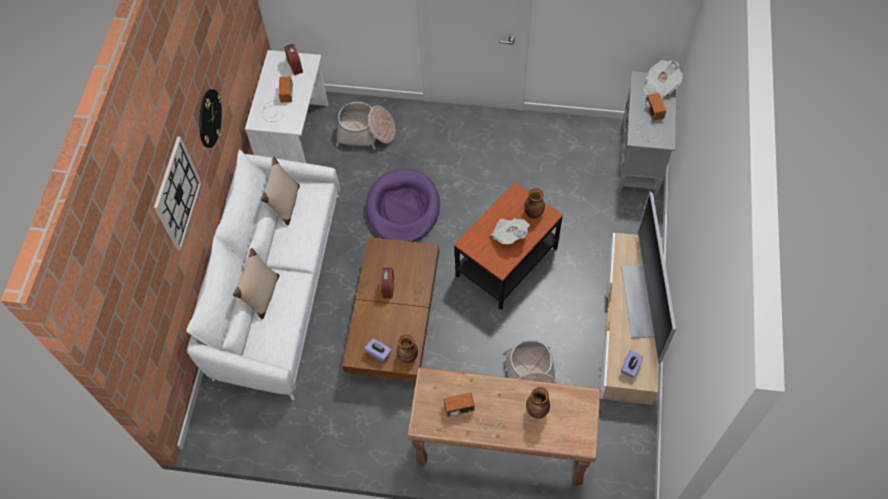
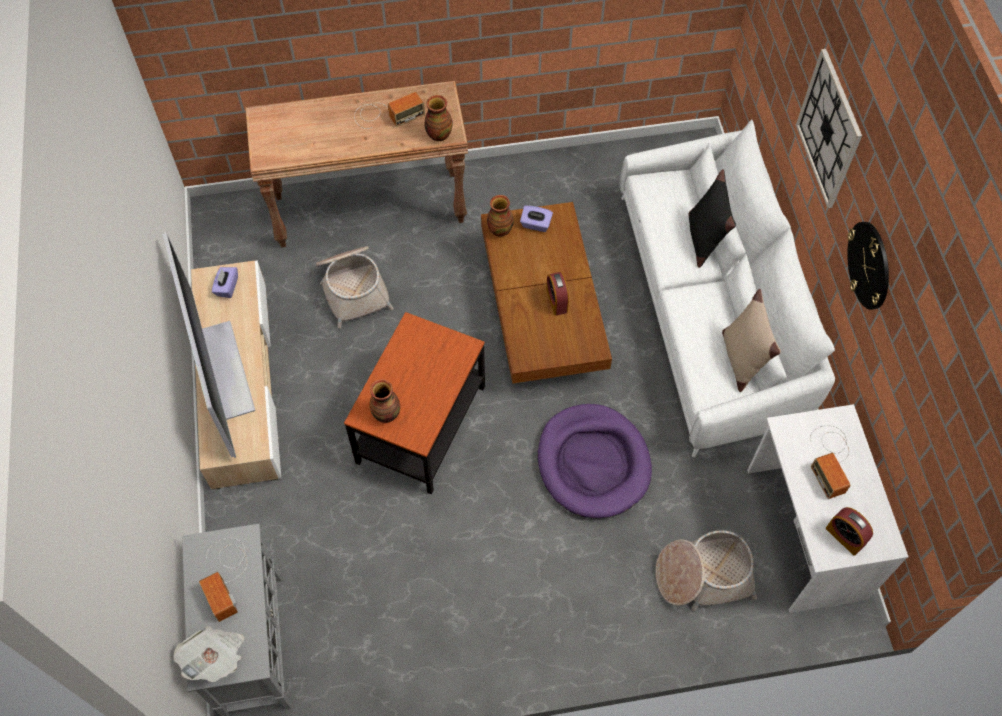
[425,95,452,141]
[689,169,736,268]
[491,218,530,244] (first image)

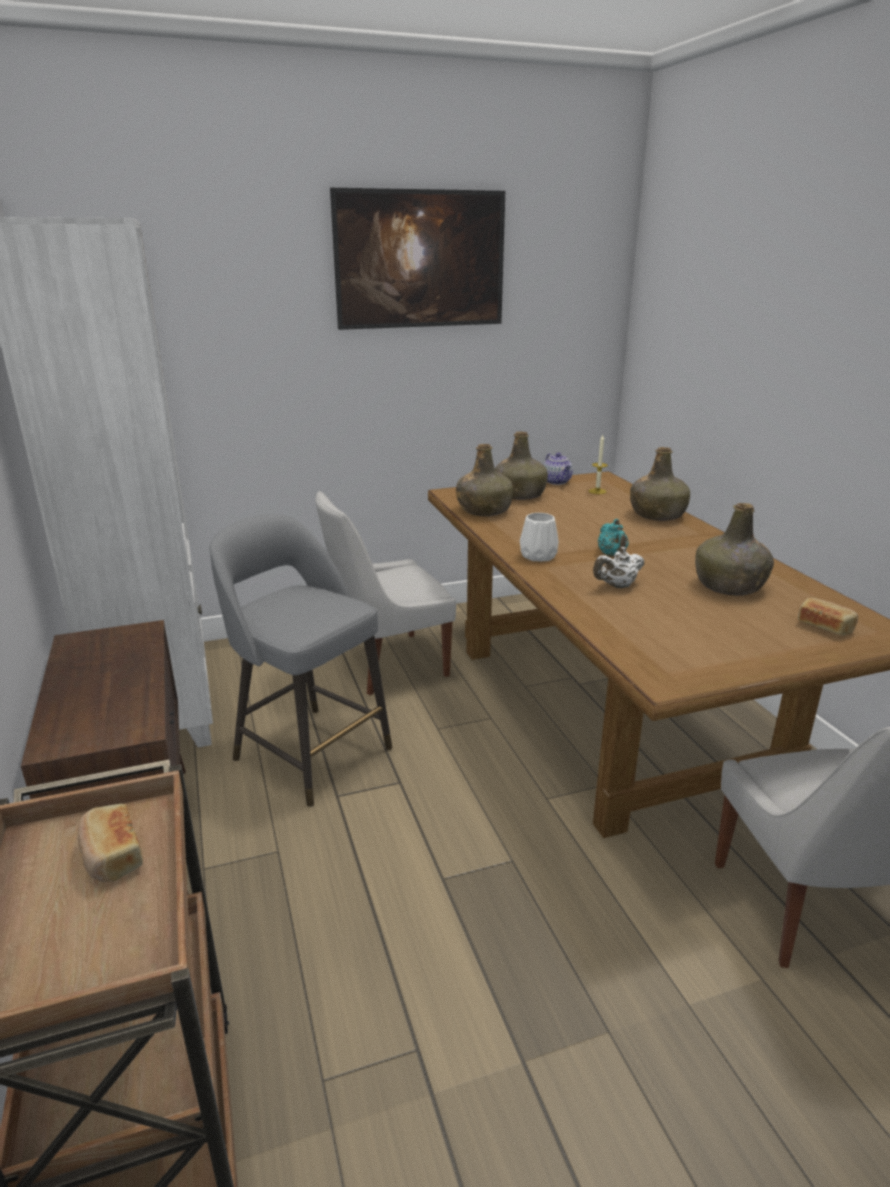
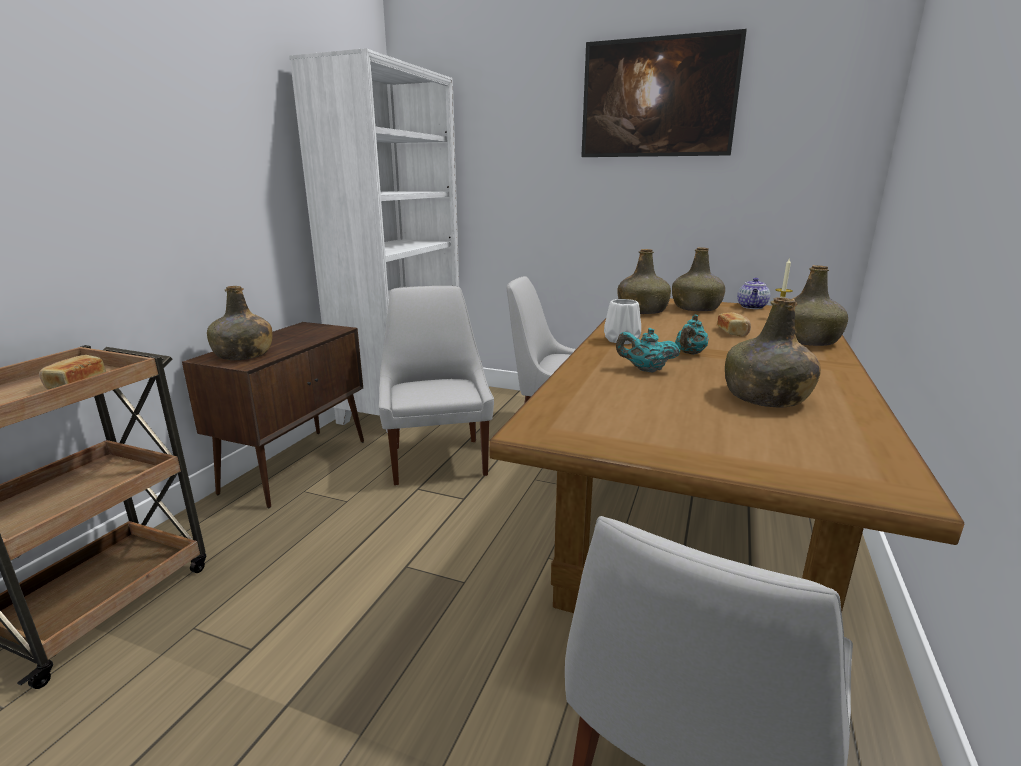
[207,286,272,360]
[379,286,494,485]
[616,328,680,373]
[717,312,751,337]

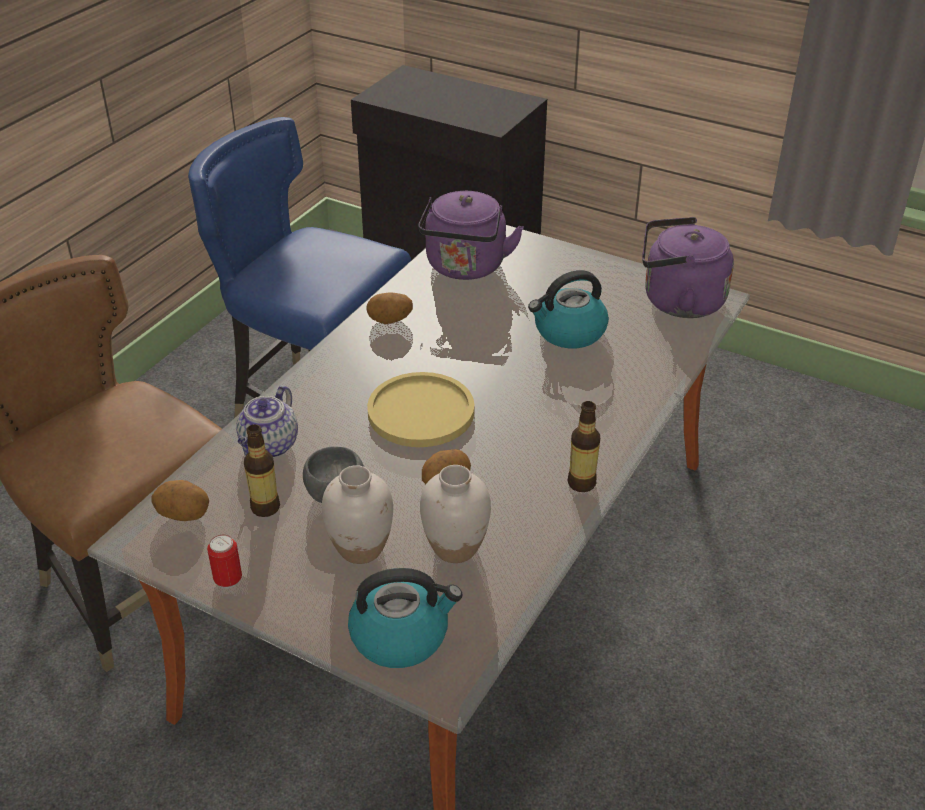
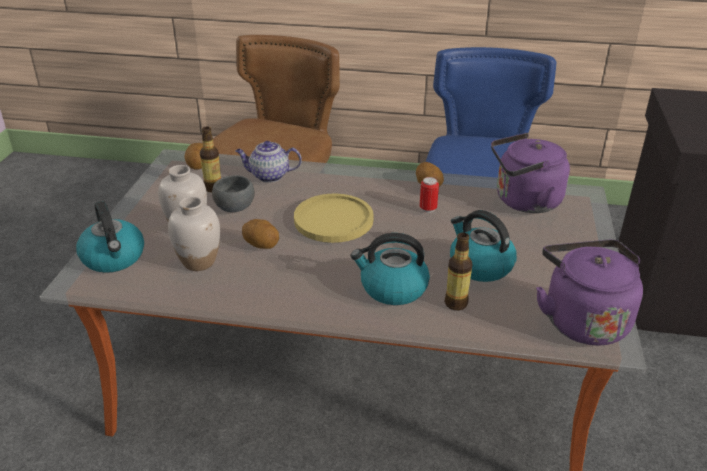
[351,233,430,305]
[420,177,439,213]
[445,232,472,310]

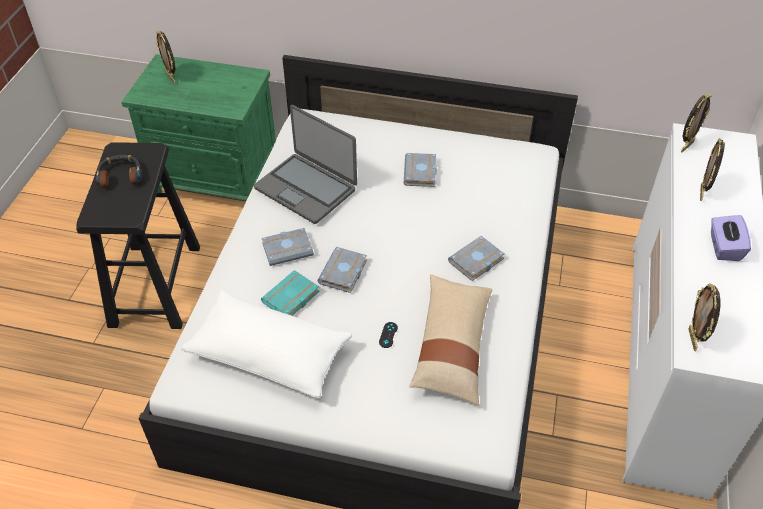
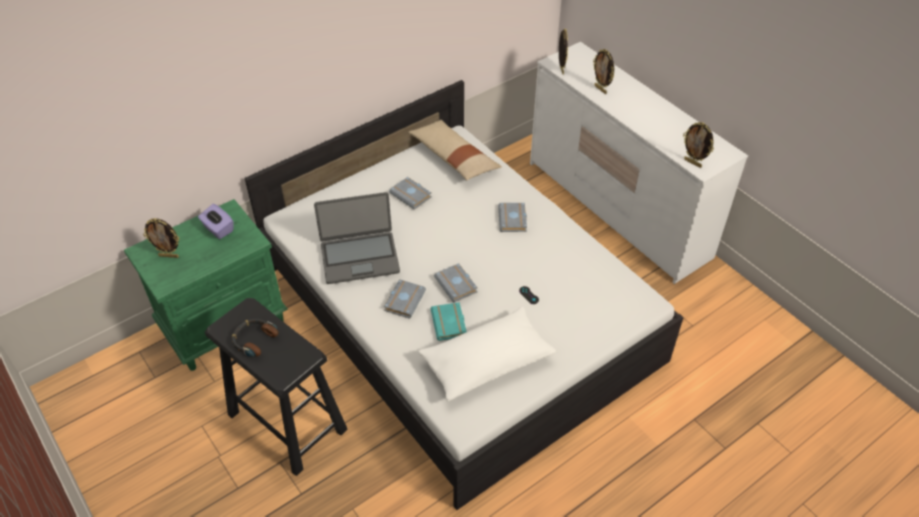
[198,204,234,239]
[408,120,502,181]

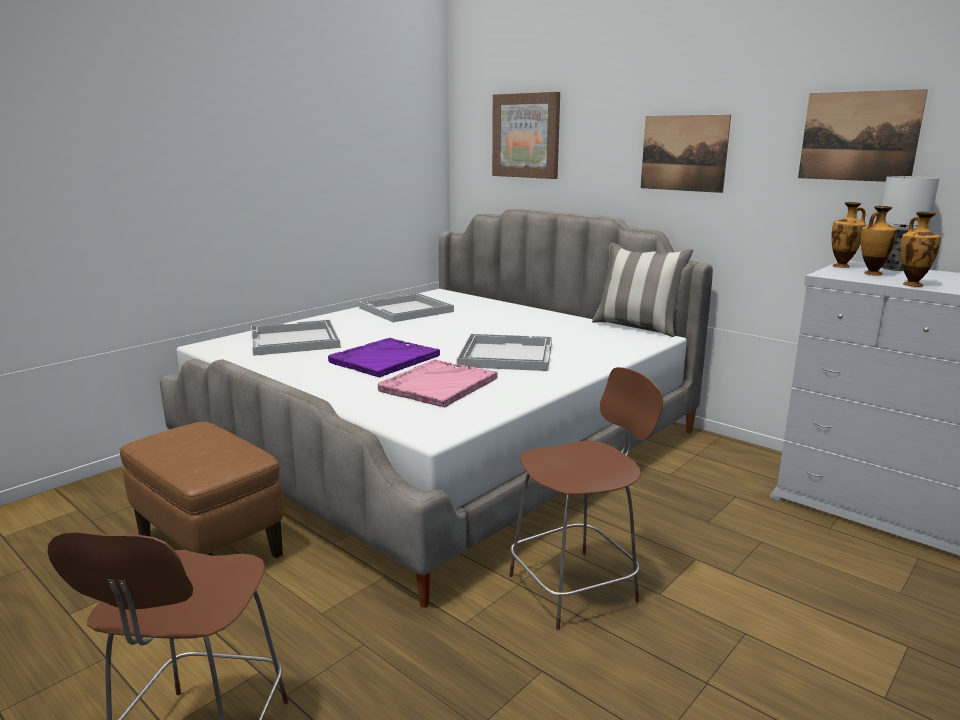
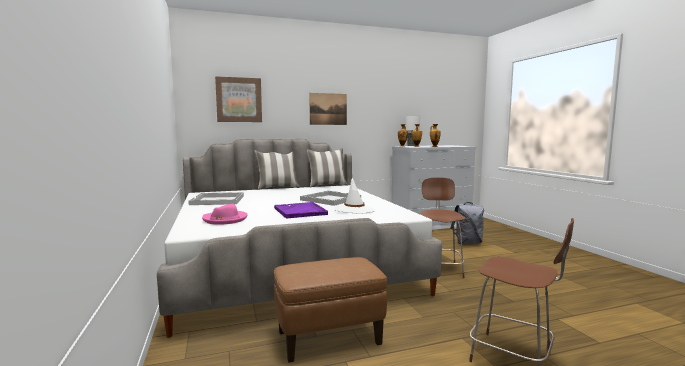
[202,204,247,225]
[254,150,300,190]
[334,178,375,213]
[450,202,484,244]
[798,89,928,182] (first image)

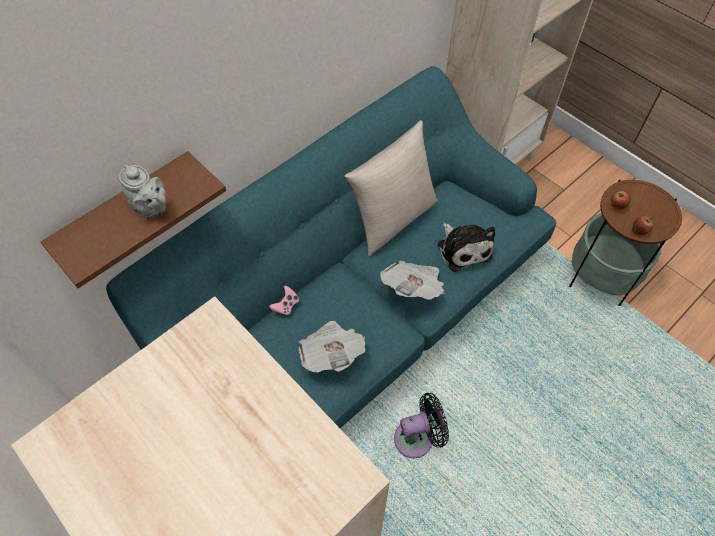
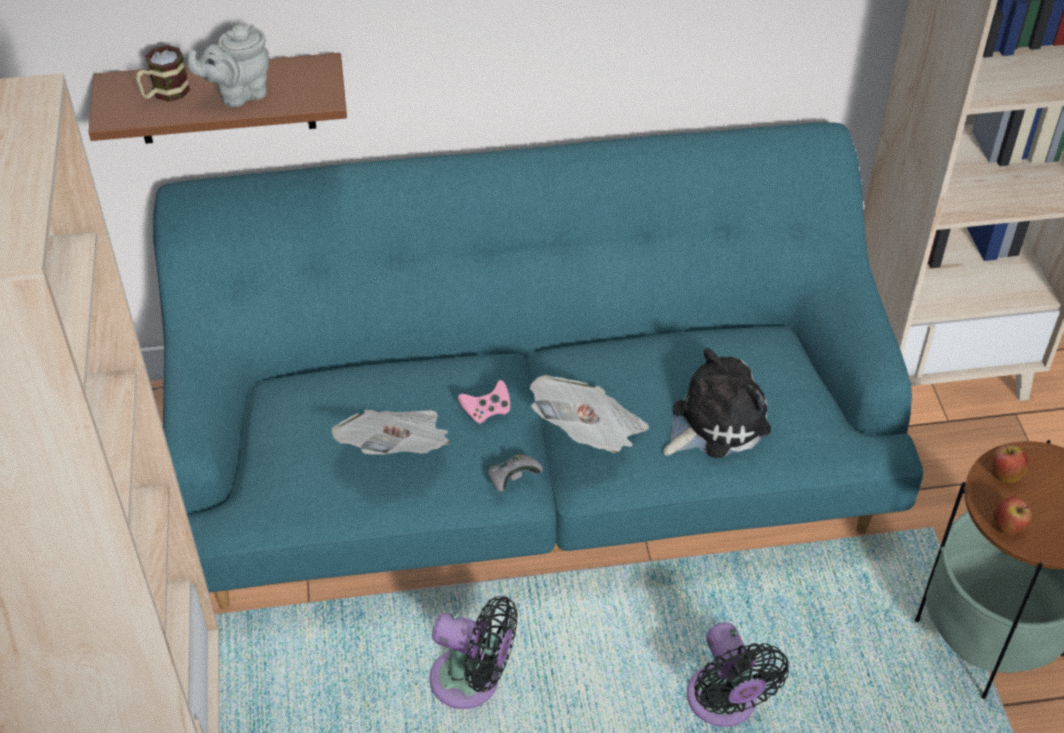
[136,45,190,102]
[188,24,269,107]
[458,380,510,424]
[488,454,543,492]
[663,348,771,458]
[687,622,789,727]
[345,120,438,256] (first image)

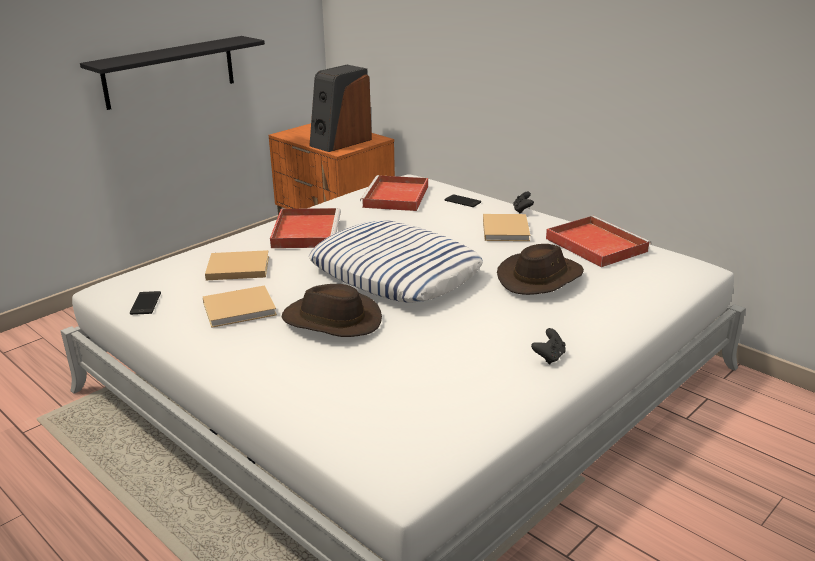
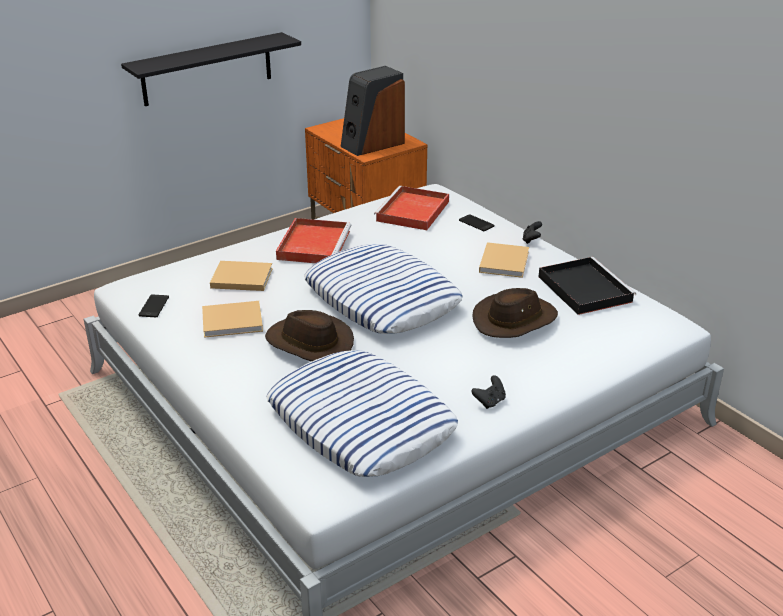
[266,350,458,477]
[539,257,636,315]

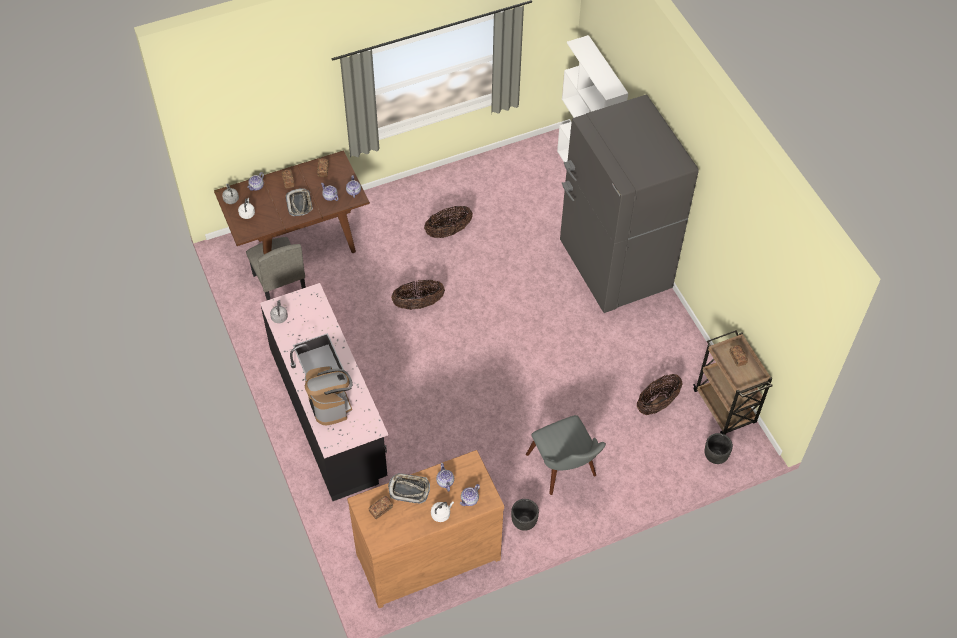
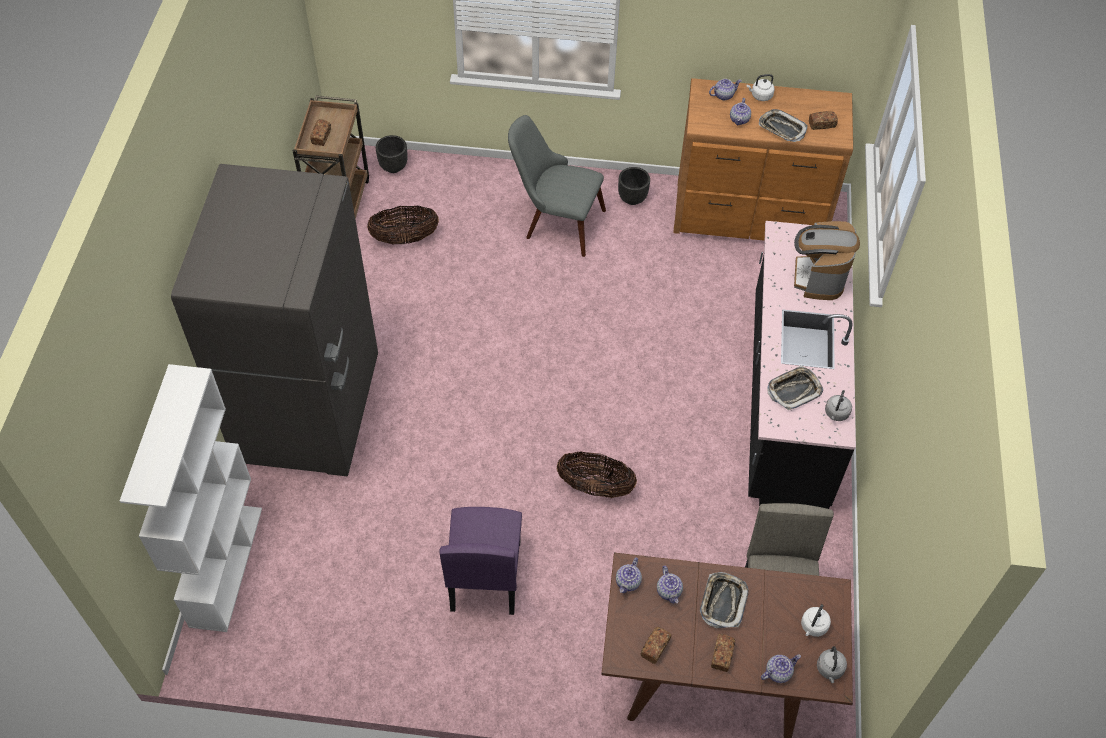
[439,507,522,615]
[508,115,606,257]
[767,366,823,410]

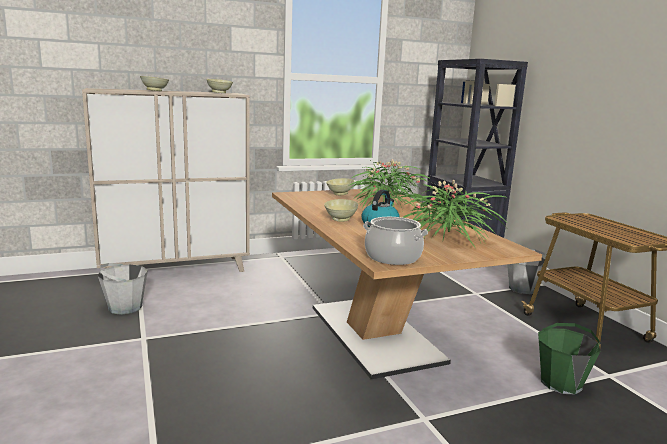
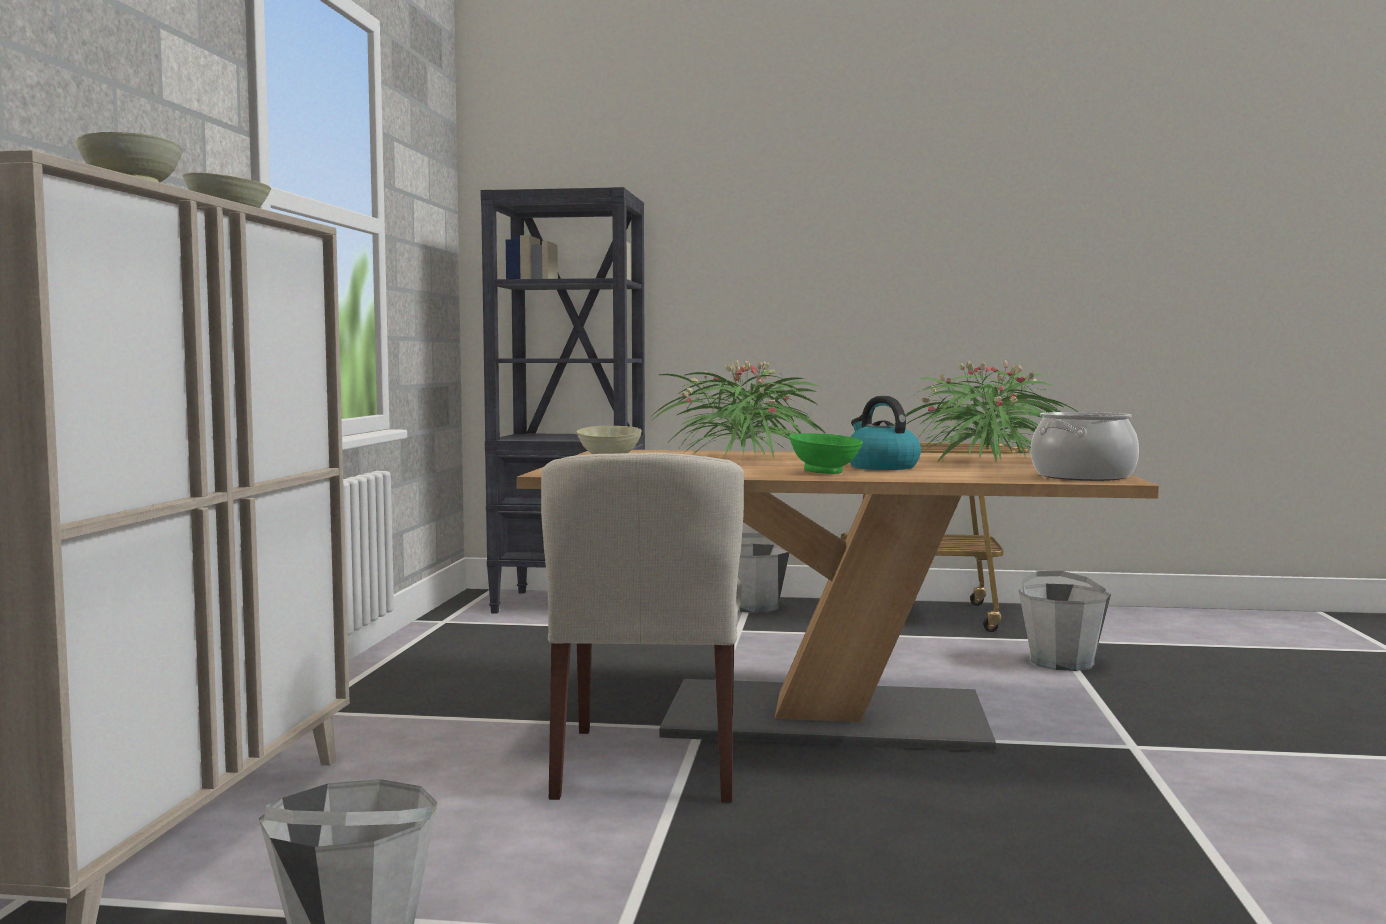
[541,453,744,803]
[789,433,863,474]
[1019,571,1111,671]

